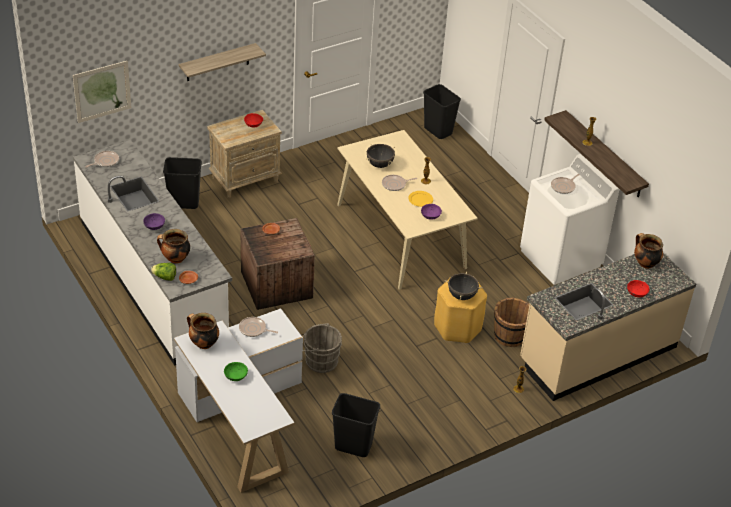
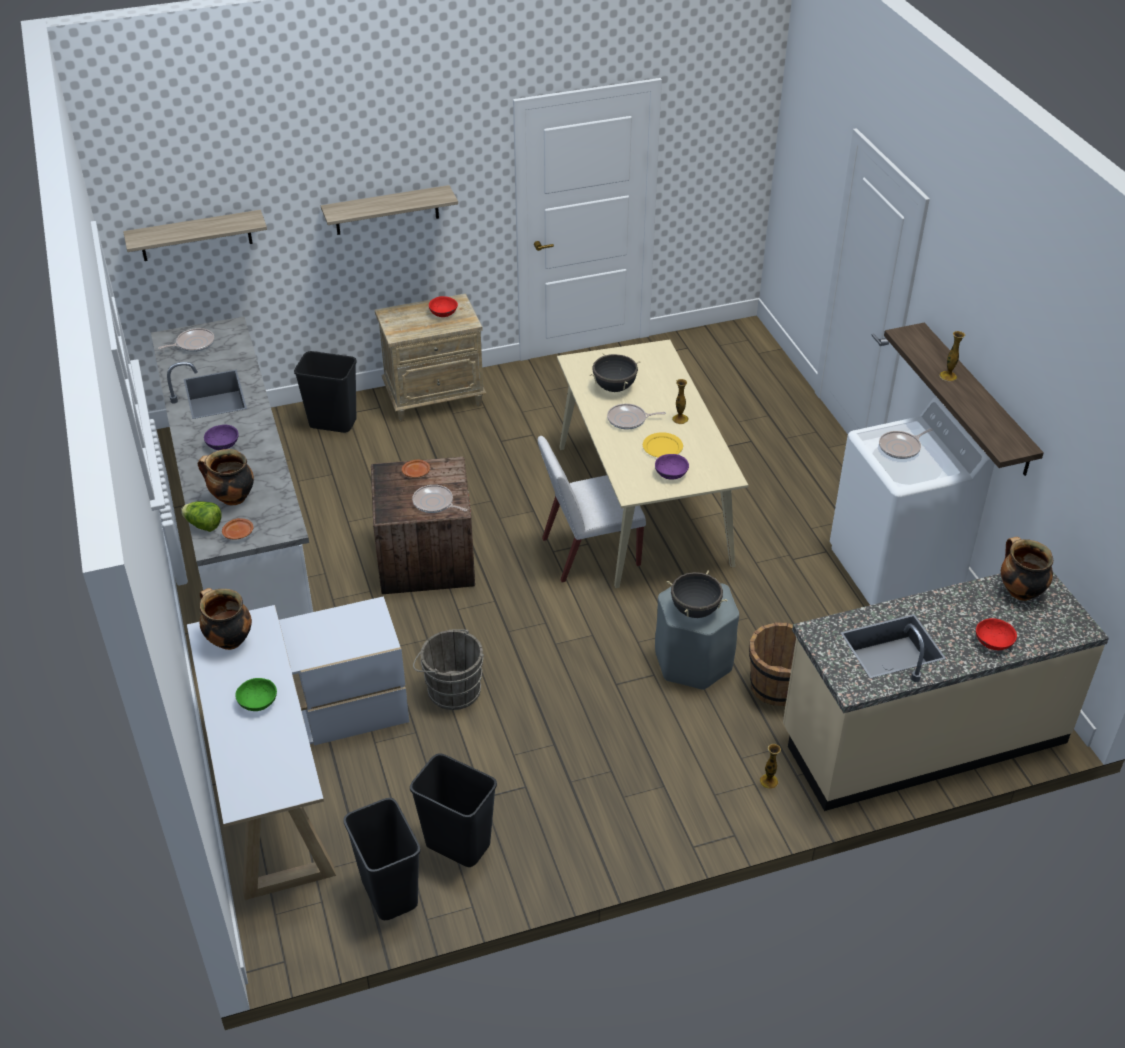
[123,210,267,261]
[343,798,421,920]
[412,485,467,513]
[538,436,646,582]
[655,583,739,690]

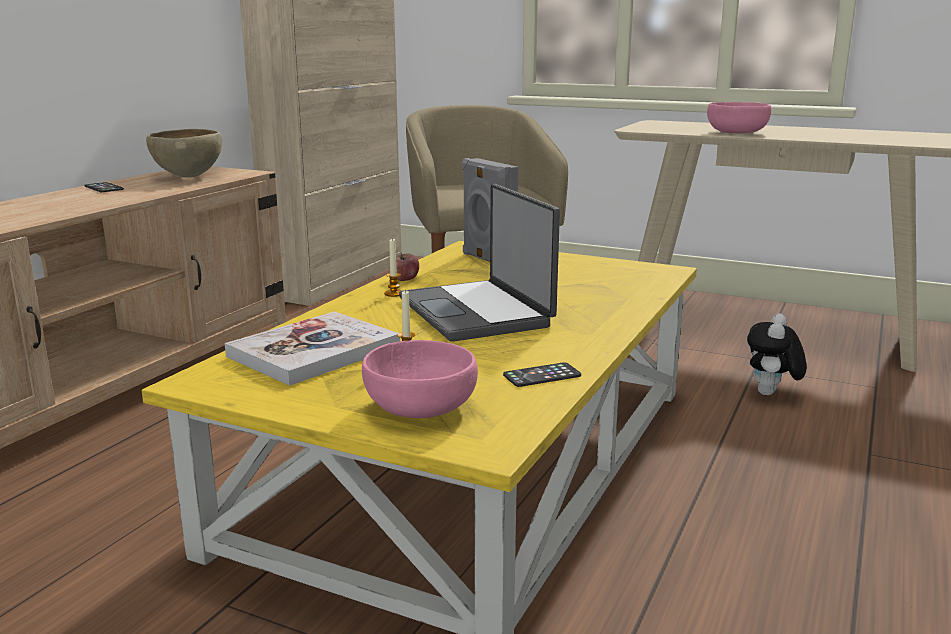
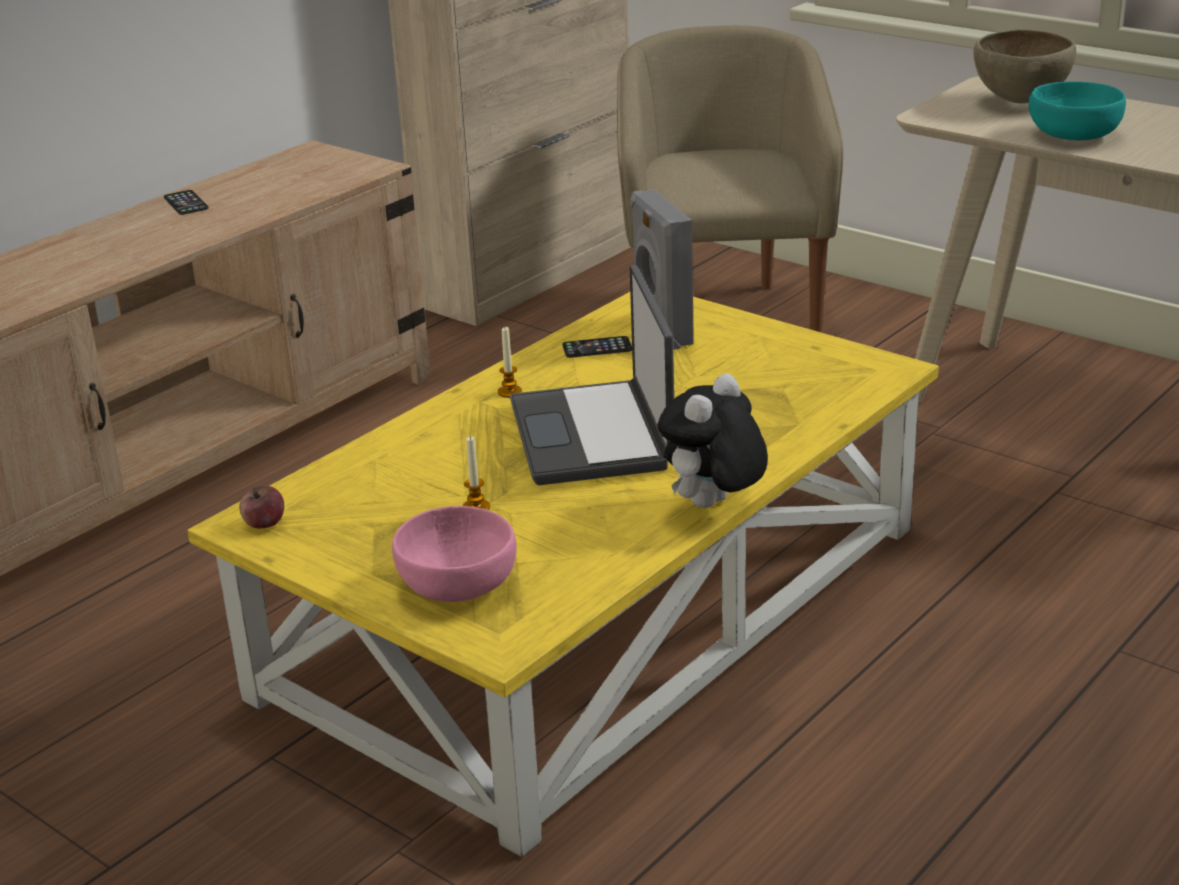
[239,486,284,528]
[562,336,632,358]
[658,374,768,508]
[973,29,1077,104]
[1029,81,1126,140]
[225,311,400,386] (first image)

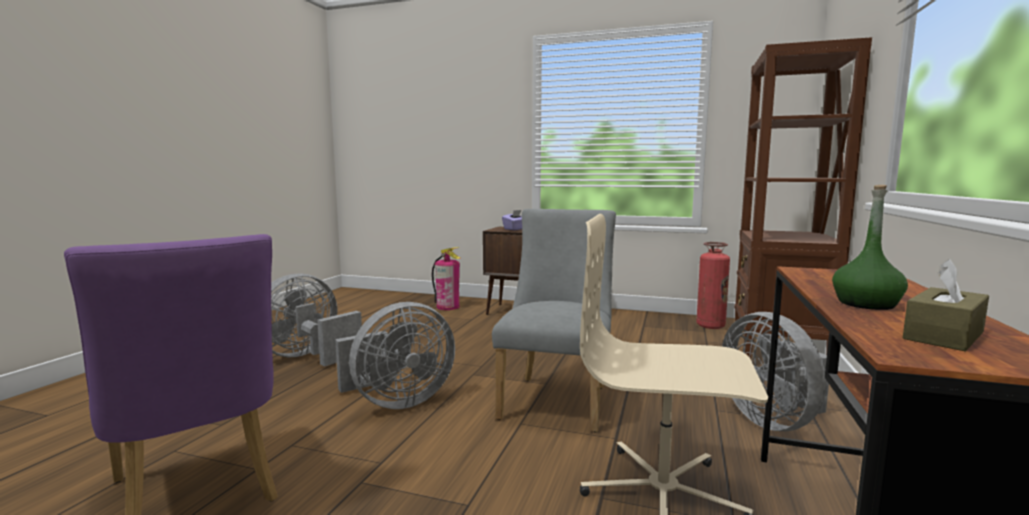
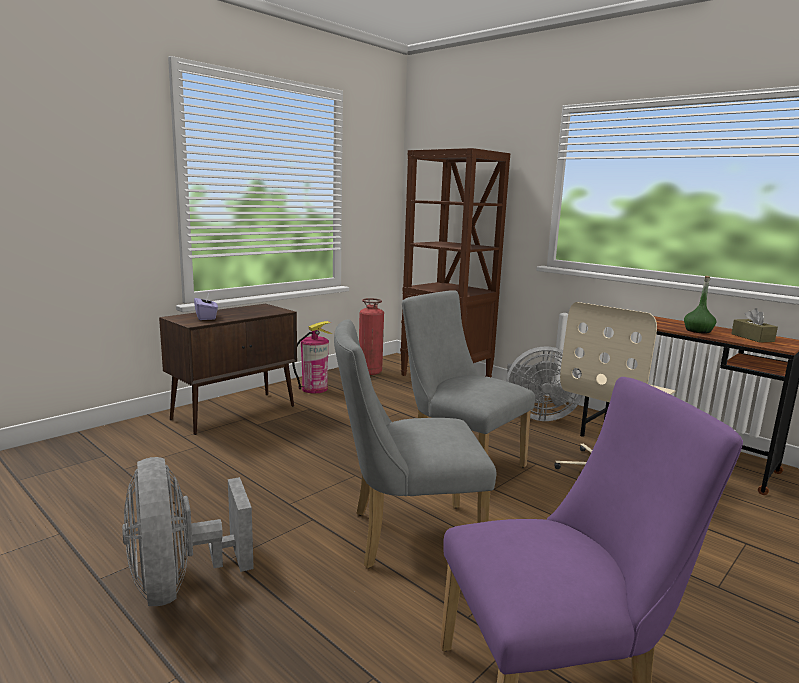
[292,321,332,393]
[334,319,496,568]

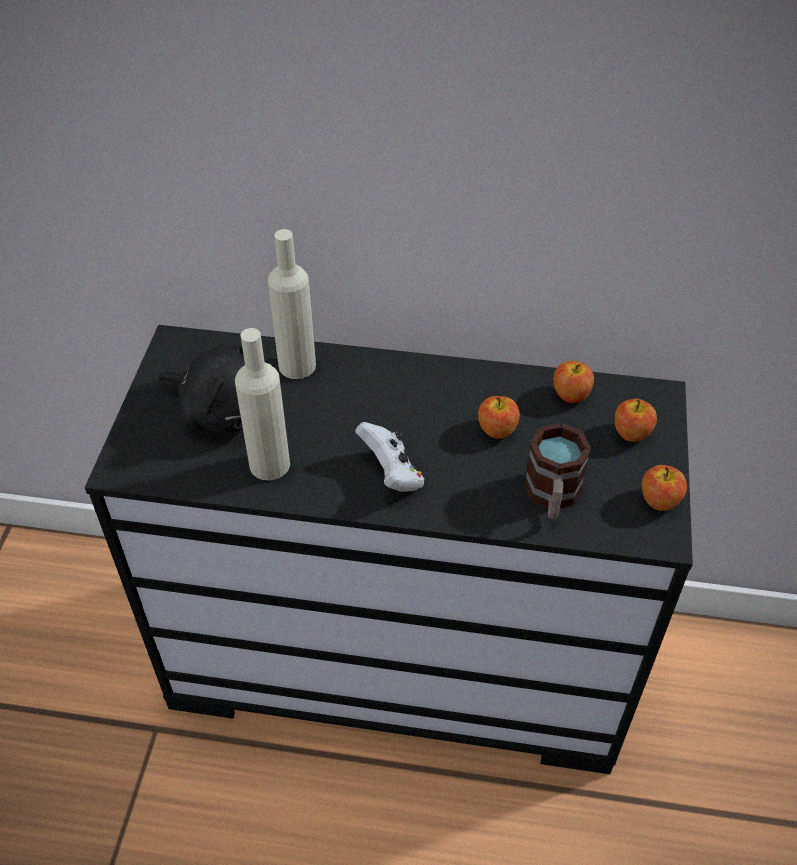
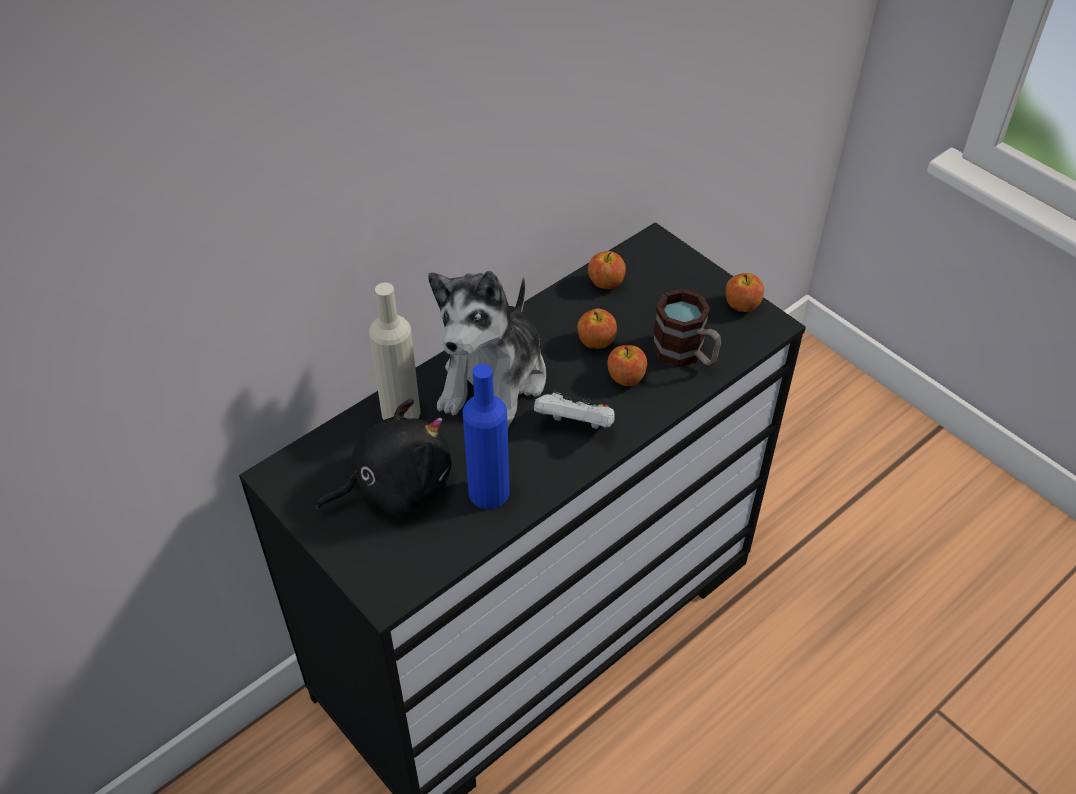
[428,271,546,428]
[463,364,510,509]
[607,345,647,386]

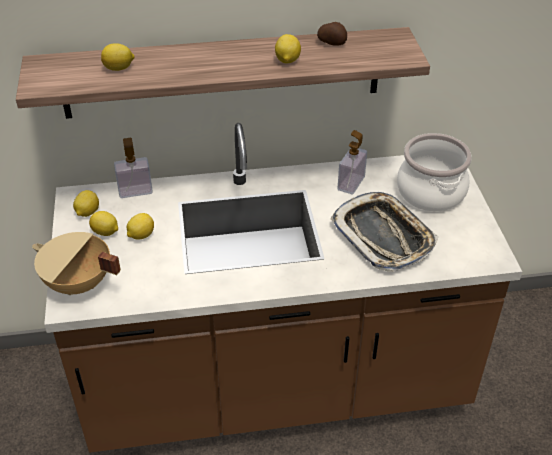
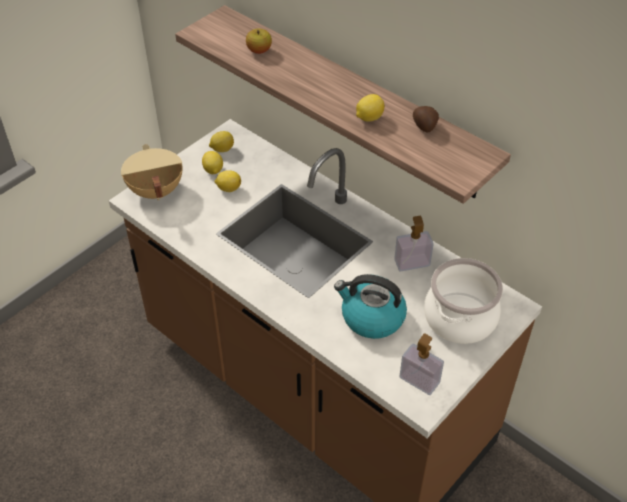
[246,29,272,54]
[334,274,407,339]
[399,334,444,395]

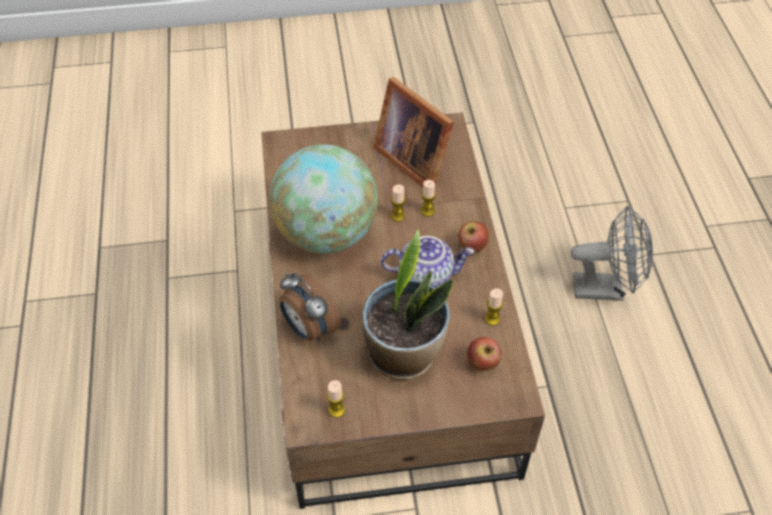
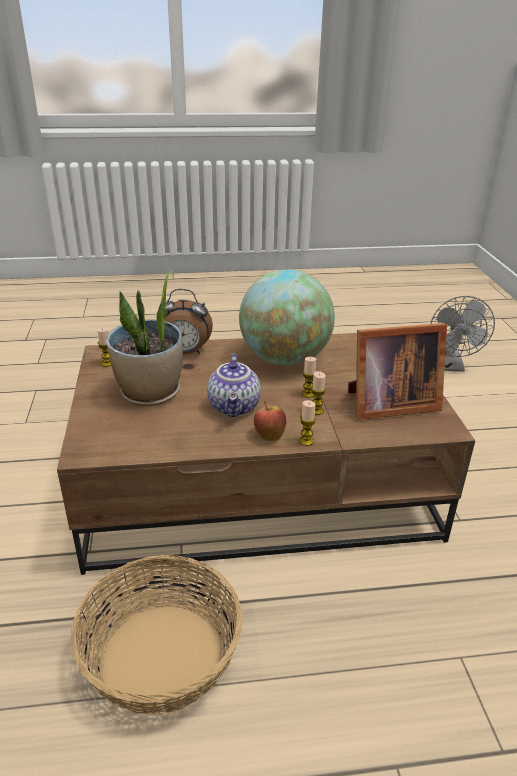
[70,555,242,715]
[165,289,213,354]
[299,400,316,446]
[348,323,447,420]
[431,296,495,372]
[467,337,501,371] (first image)

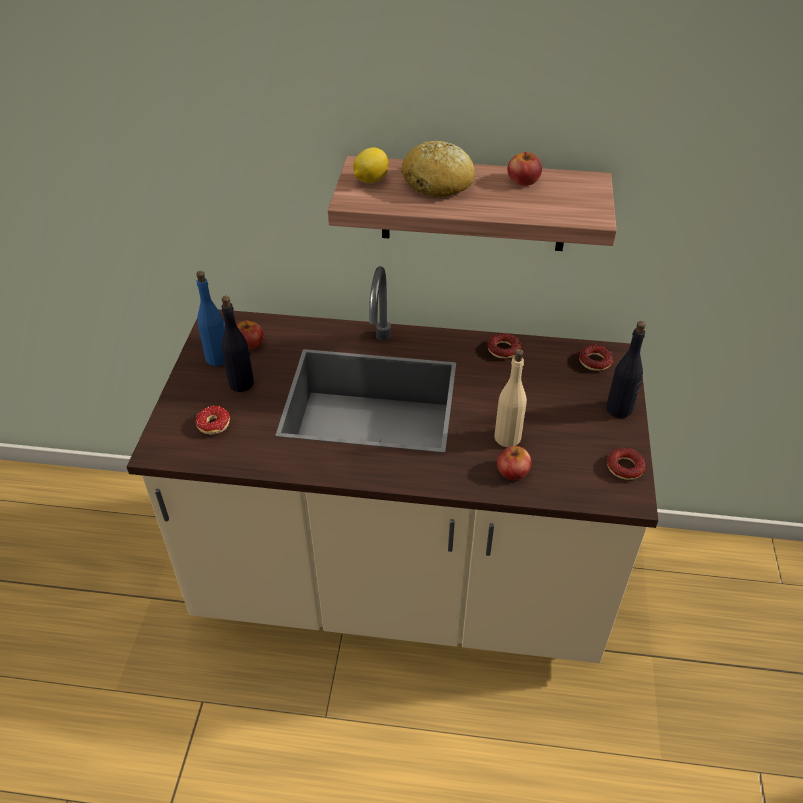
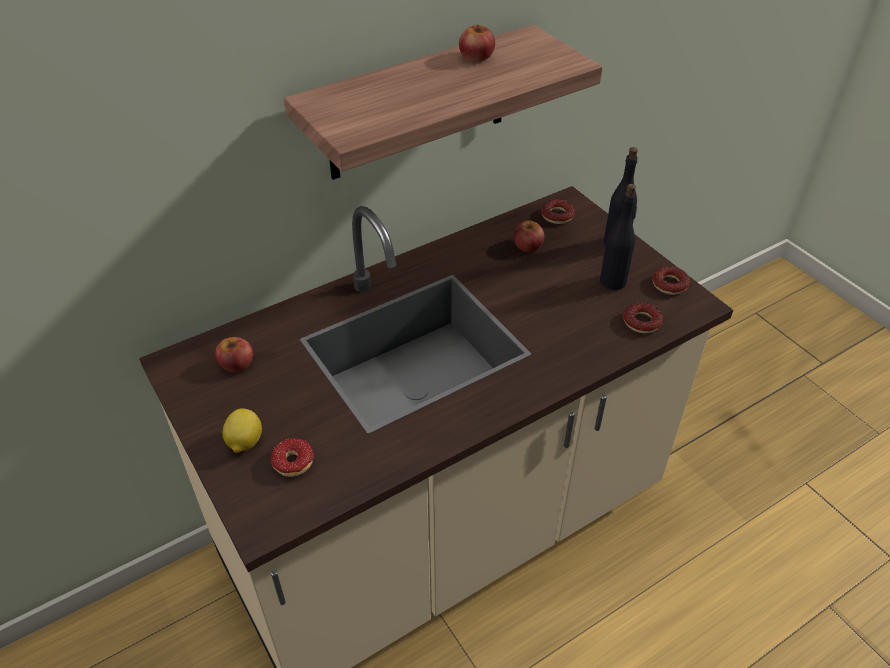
[223,408,262,453]
[514,220,545,252]
[600,184,636,290]
[623,303,663,333]
[196,271,225,366] (first image)
[401,141,475,197] (first image)
[494,349,527,447] (first image)

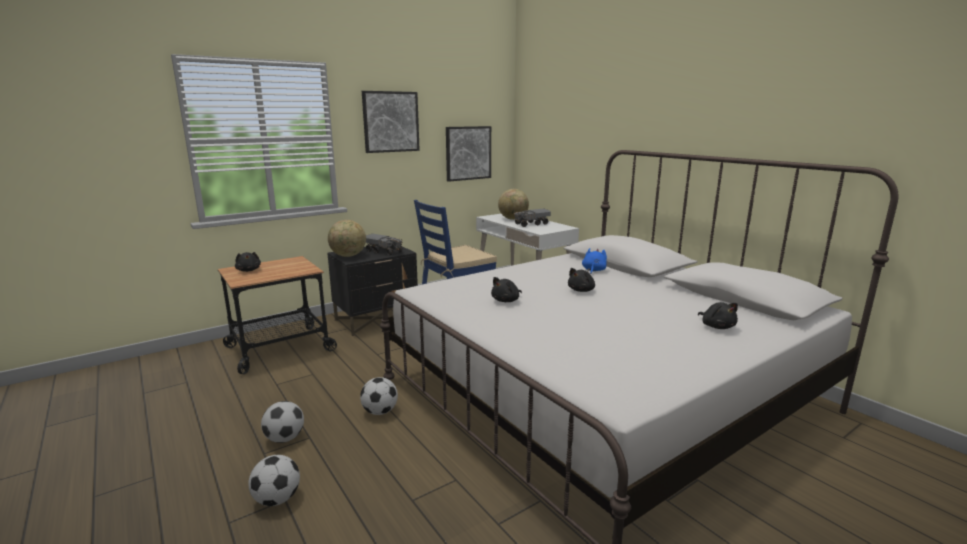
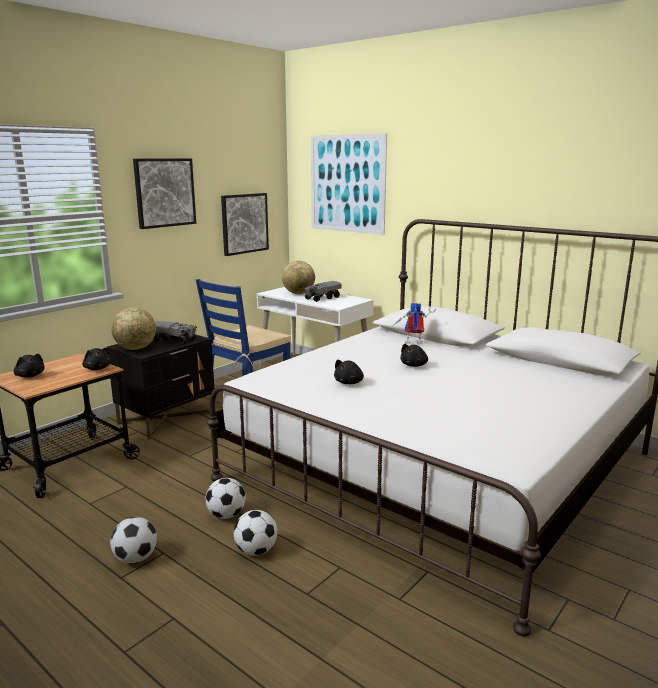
[82,347,111,370]
[234,510,278,556]
[311,133,387,235]
[391,303,436,344]

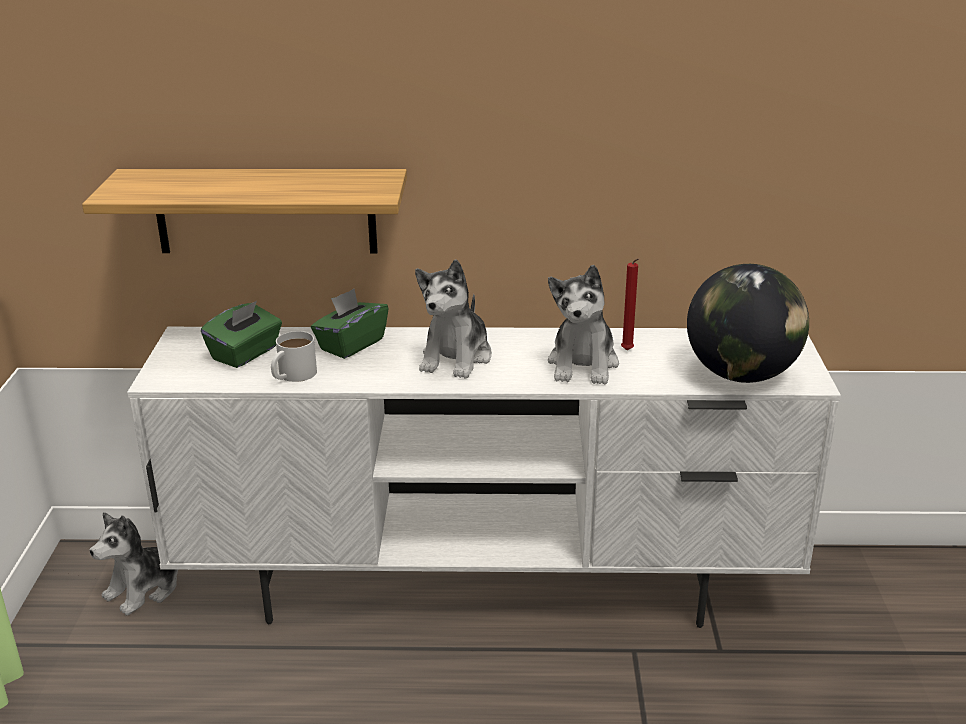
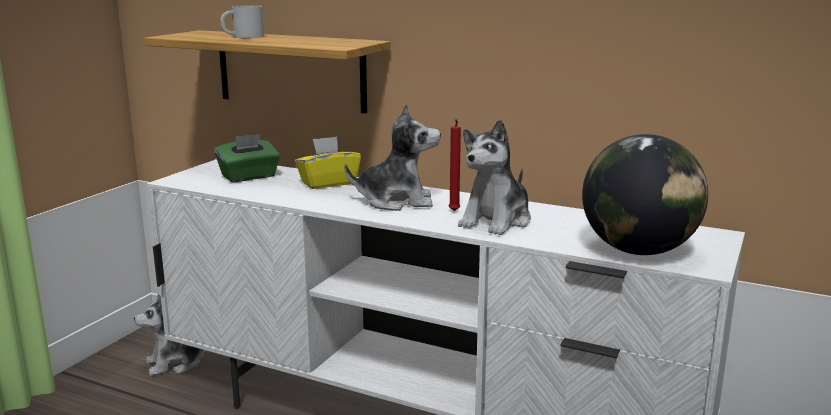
[220,5,264,38]
[295,136,361,189]
[345,103,441,211]
[449,119,461,211]

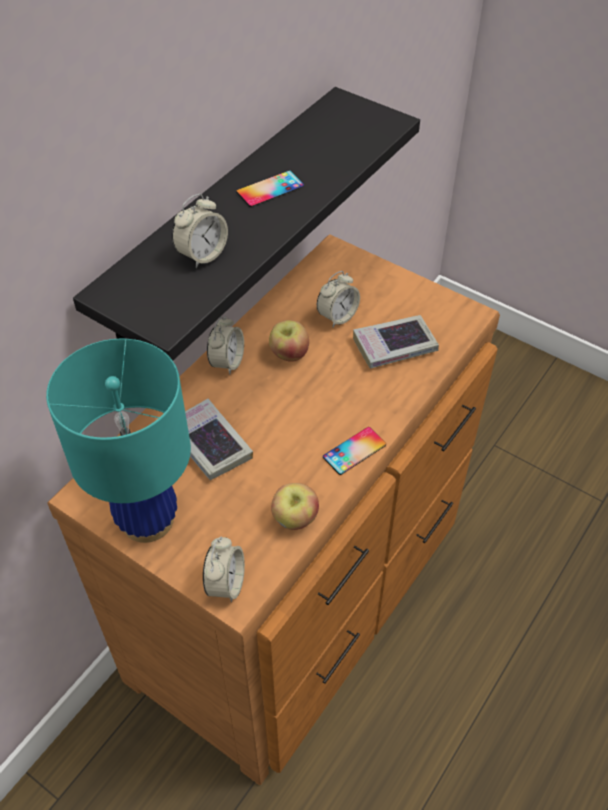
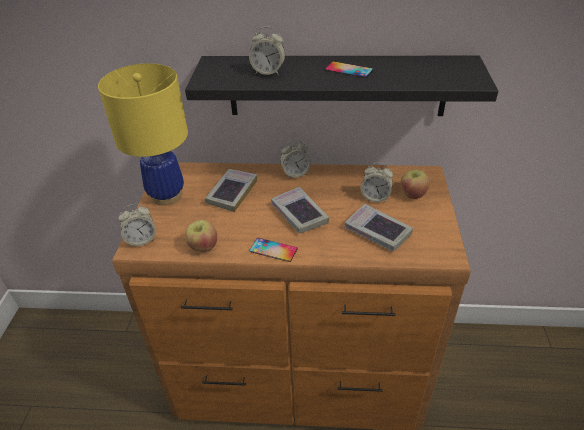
[98,63,188,205]
[271,187,329,234]
[401,169,430,199]

